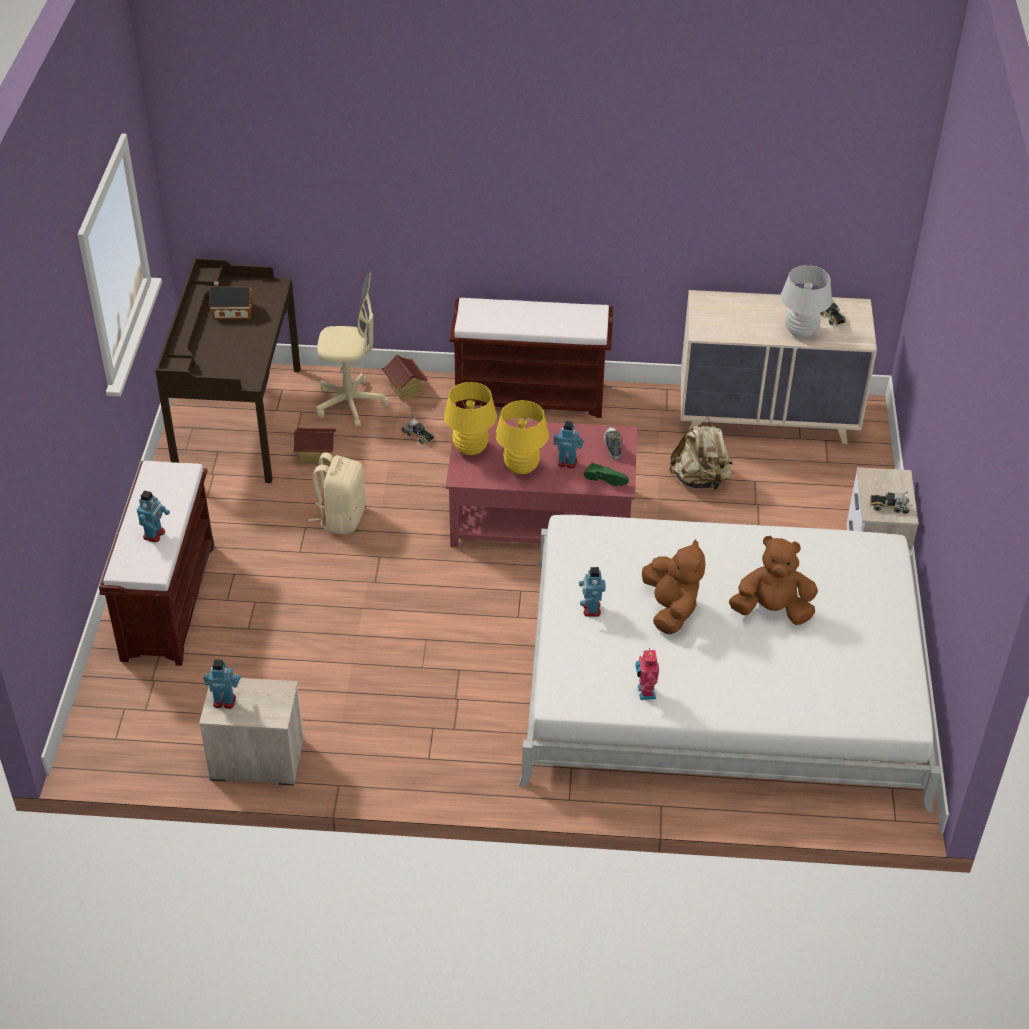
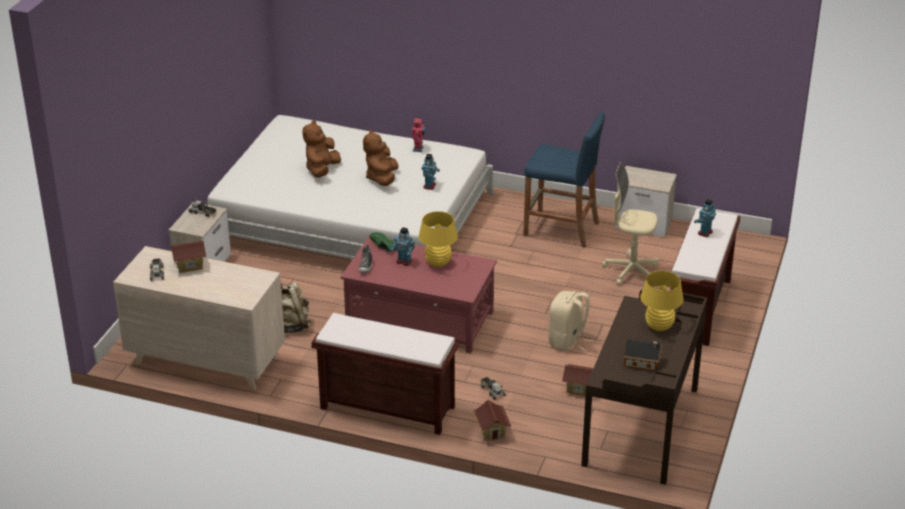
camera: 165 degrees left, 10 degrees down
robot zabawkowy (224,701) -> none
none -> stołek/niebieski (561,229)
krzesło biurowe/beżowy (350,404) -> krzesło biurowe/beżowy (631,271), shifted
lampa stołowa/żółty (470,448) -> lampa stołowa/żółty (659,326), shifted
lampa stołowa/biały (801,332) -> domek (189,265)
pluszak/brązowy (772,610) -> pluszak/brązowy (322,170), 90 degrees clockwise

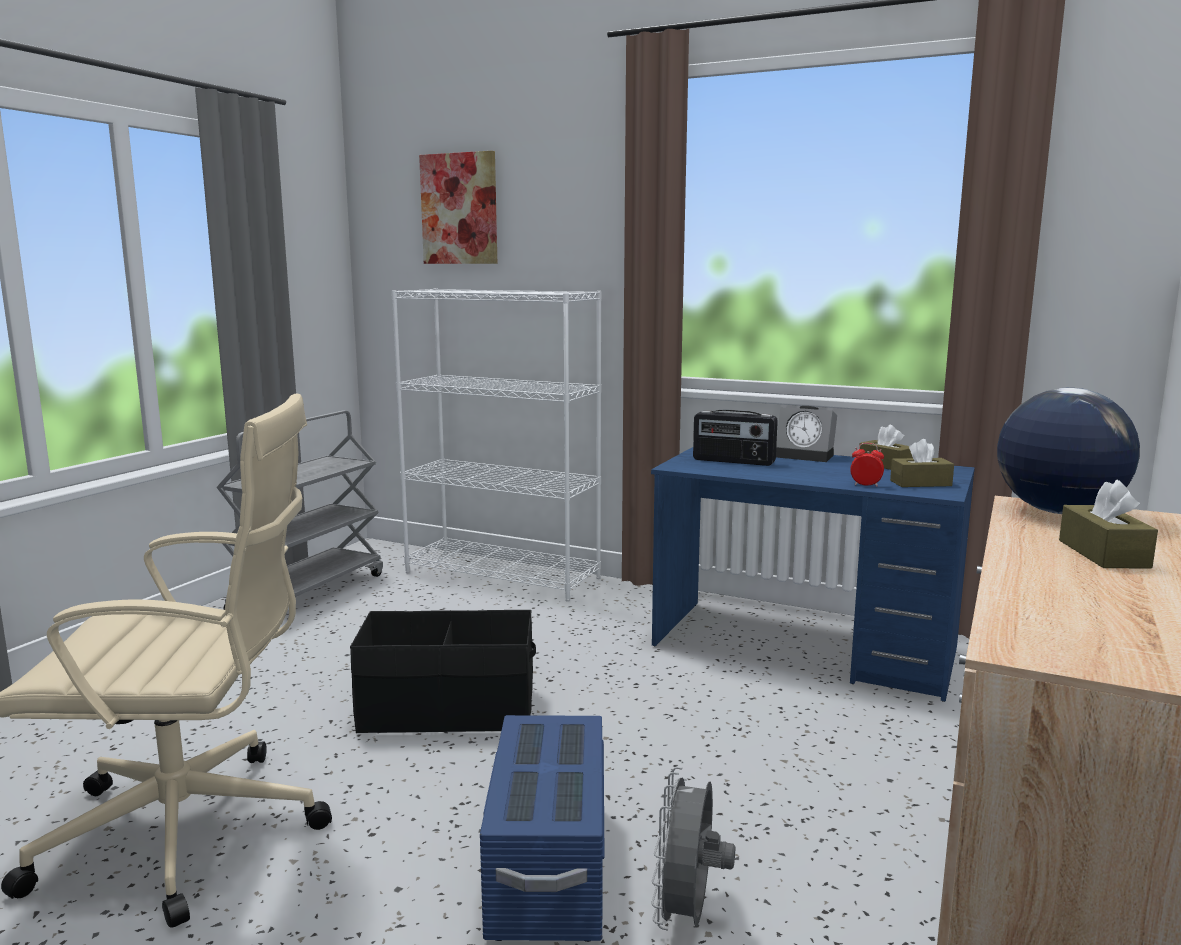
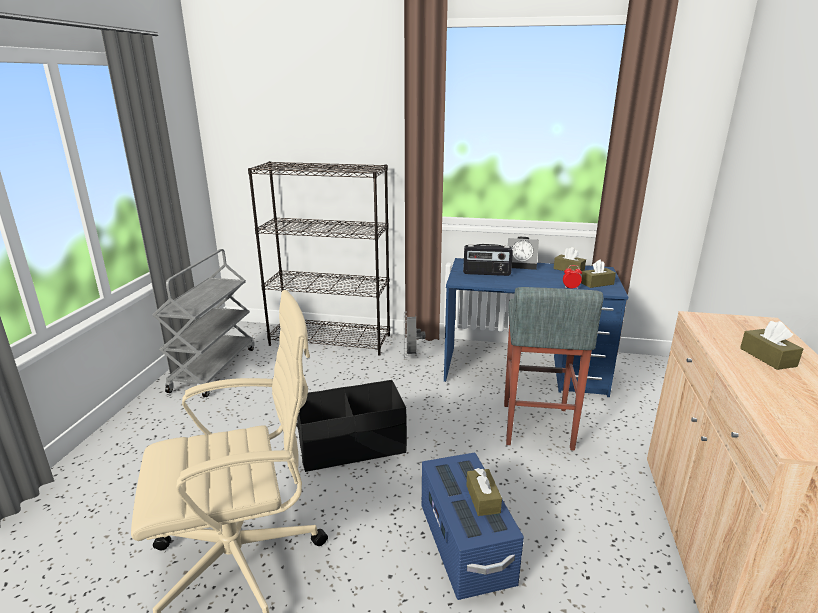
camera: 15 degrees left, 10 degrees up
obraz (459,209) -> none
globus (1057,512) -> none
none -> pudełko chusteczek/brązowy (483,499)
none -> stołek/szary (536,426)
wentylator/szary (688,916) -> wentylator/szary (411,356), shifted
regał/biały (503,575) -> regał/czarny (331,340)

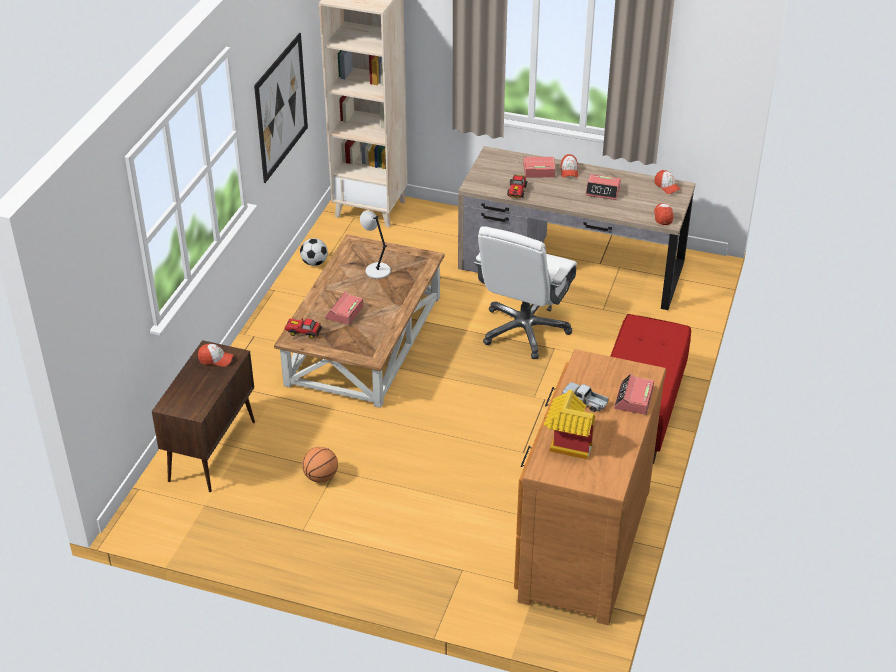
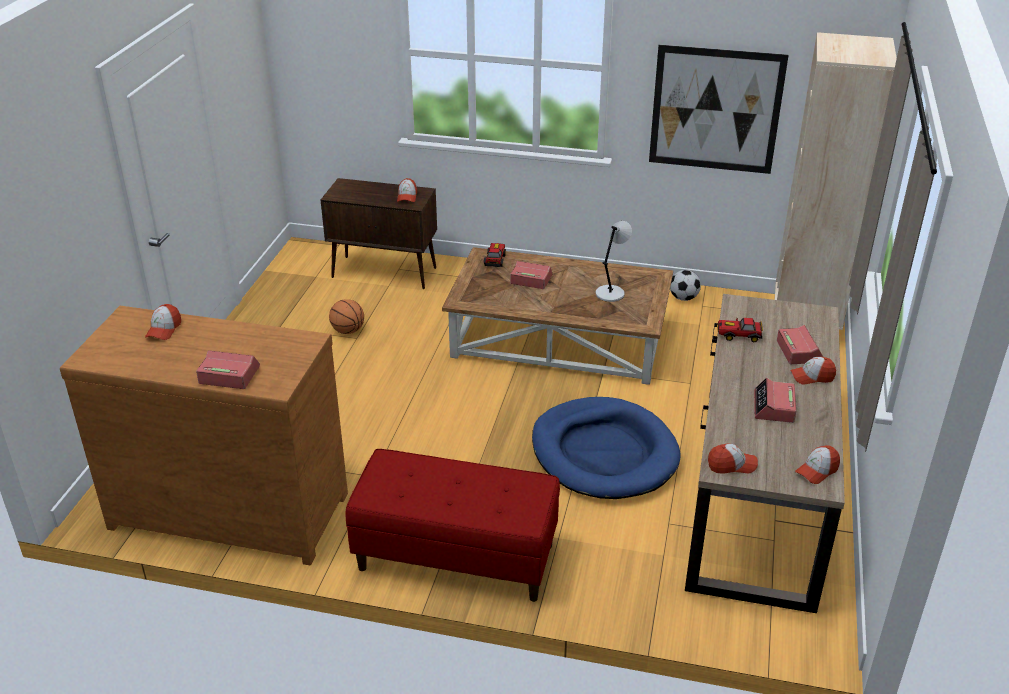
camera: 85 degrees right, 5 degrees down
ciężarówka zabawkowa (584,401) -> none
krzesło biurowe/biały (524,330) -> legowisko/niebieski (604,453)
domek (566,443) -> czapka z daszkiem (164,329)

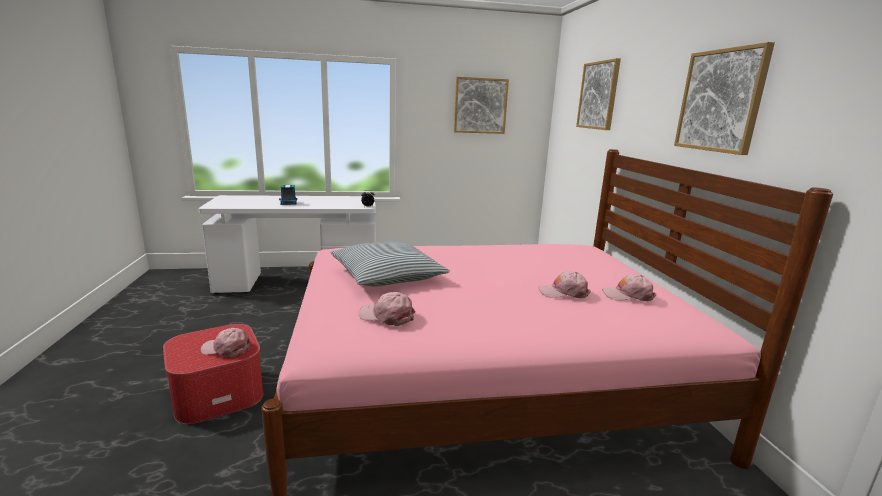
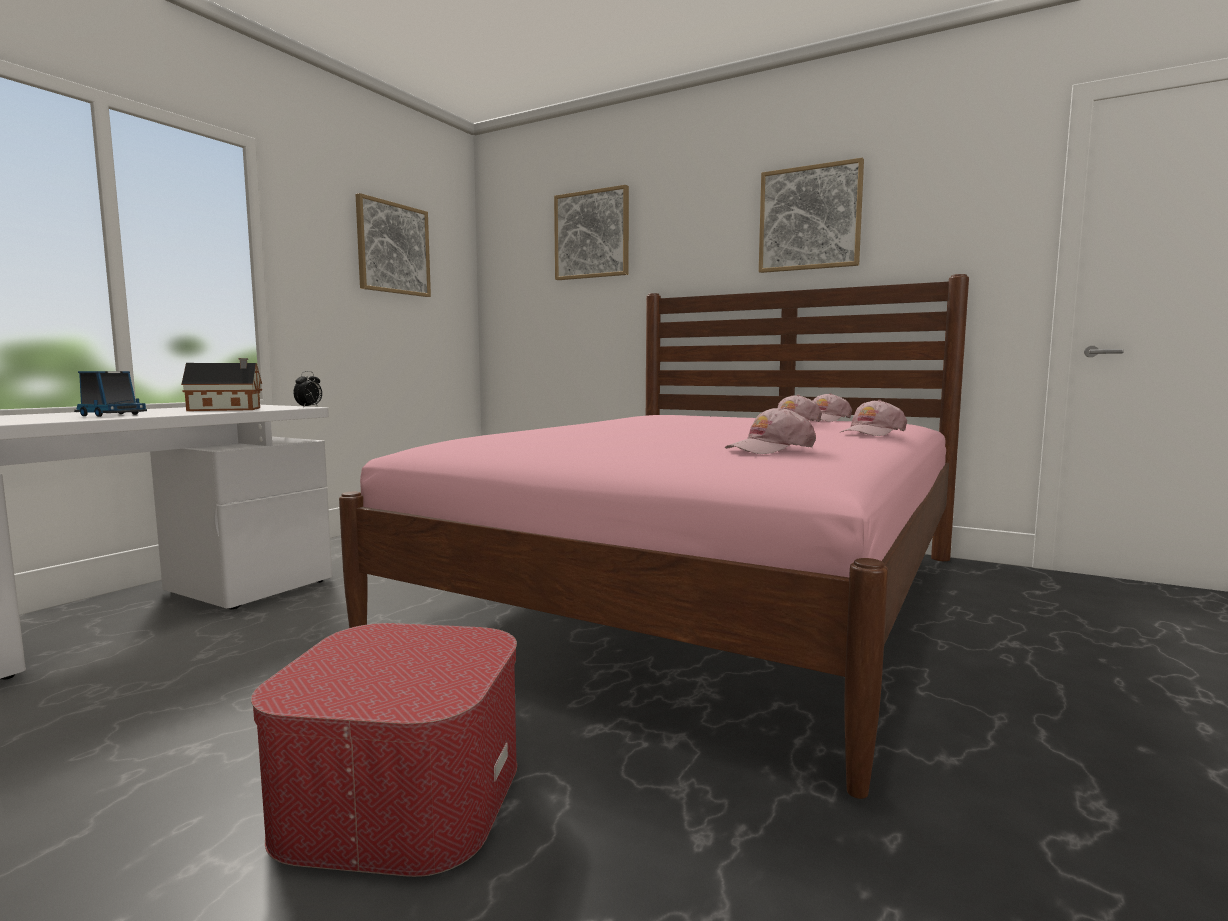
camera: 50 degrees left, 10 degrees down
poduszka (387,275) -> none
none -> domek (227,409)
czapka z daszkiem/różowy (226,348) -> czapka z daszkiem/różowy (872,433), shifted

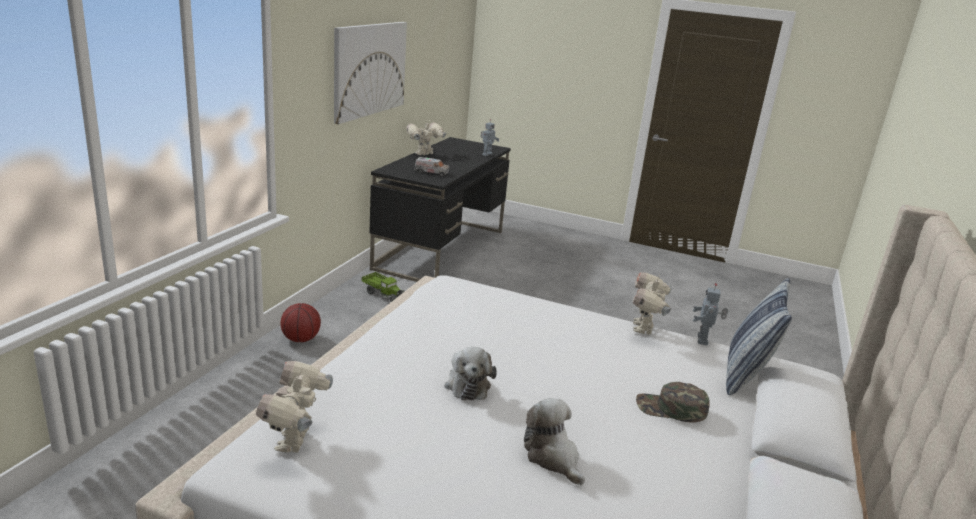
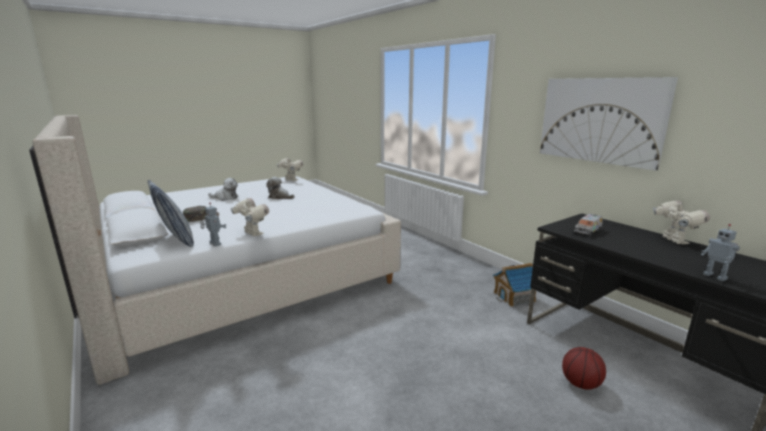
camera: 125 degrees right, 5 degrees down
piłka do koszykówki (301,339) -> piłka do koszykówki (581,384), shifted
ciężarówka zabawkowa (384,295) -> domek (514,297)

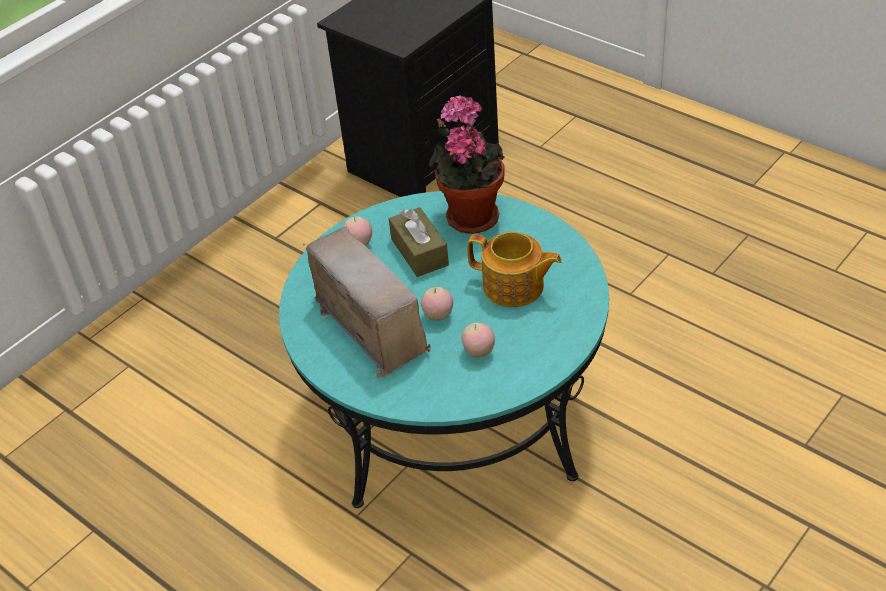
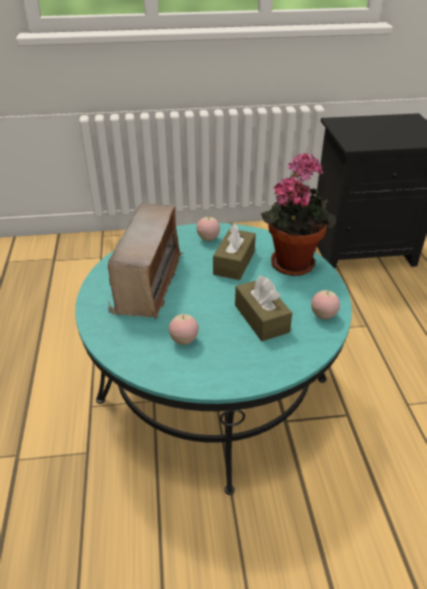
camera: 40 degrees right, 5 degrees down
jabłko (438,316) -> jabłko (323,316), shifted
imbryk (514,287) -> pudełko chusteczek/brązowy (261,318)

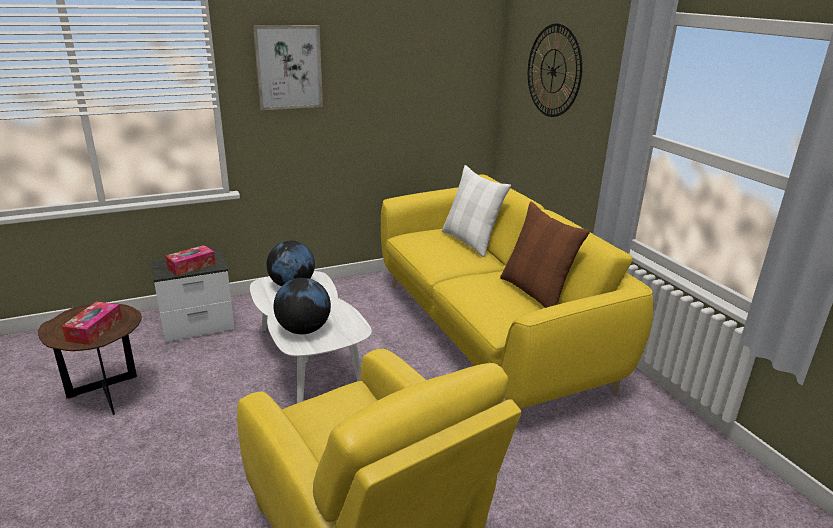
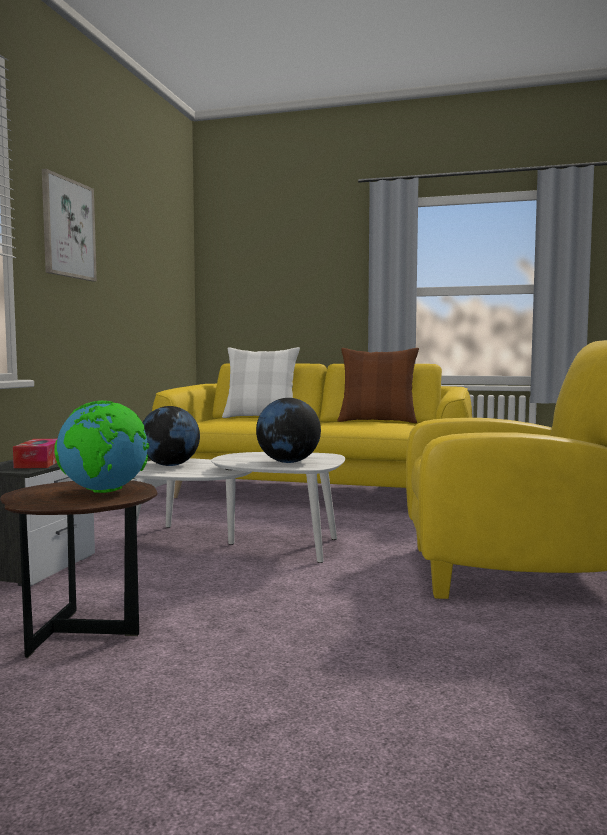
camera: 50 degrees left, 20 degrees down
zegar ścienny (553,71) -> none
pudełko chusteczek (94,329) -> globus (104,492)

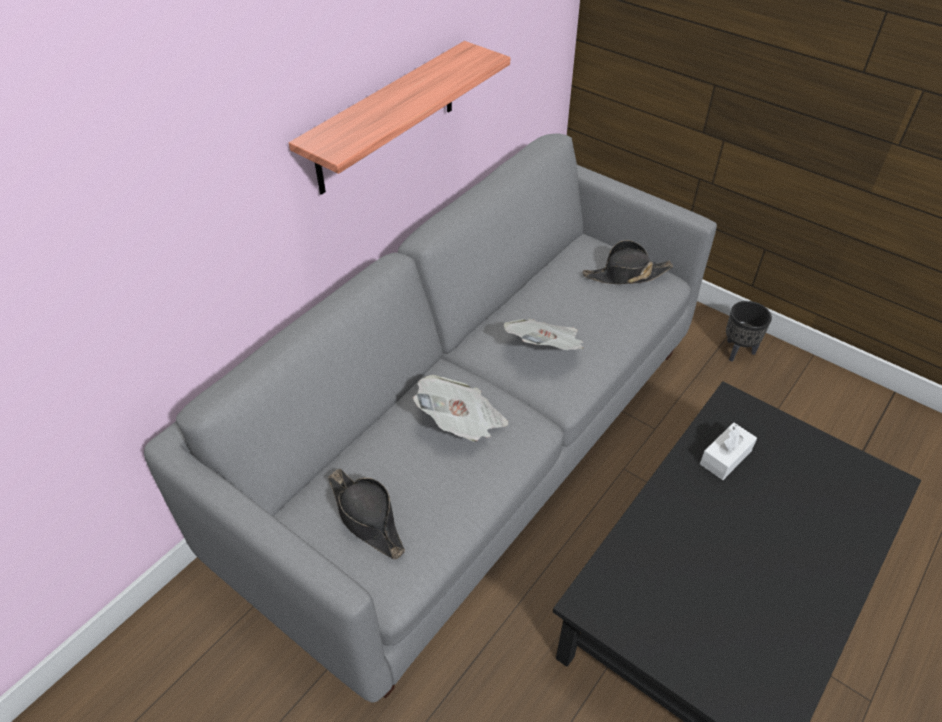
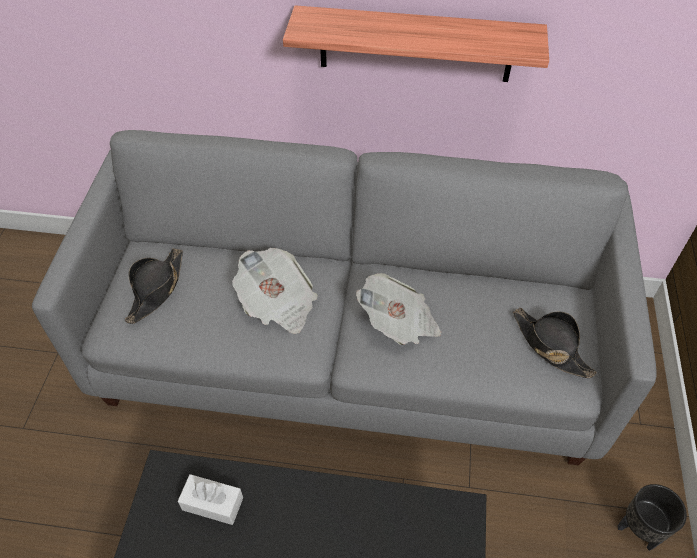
camera: 60 degrees right, 5 degrees up
pudełko chusteczek/biały (725,457) -> pudełko chusteczek/biały (212,503), shifted

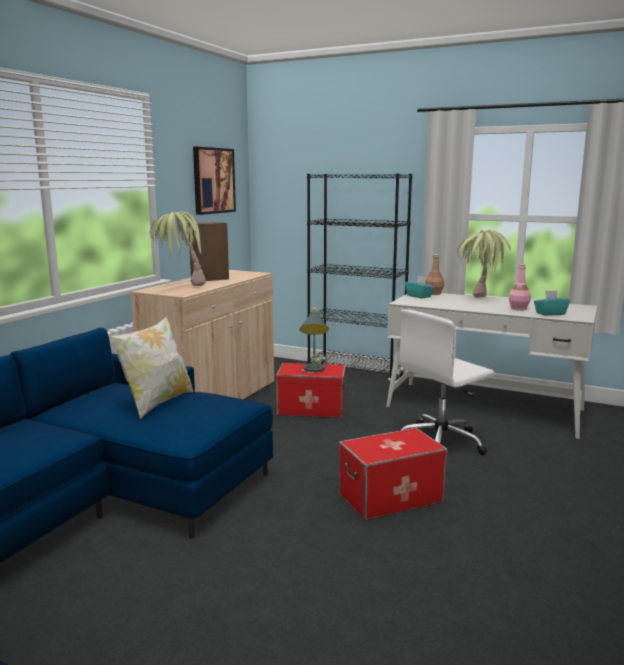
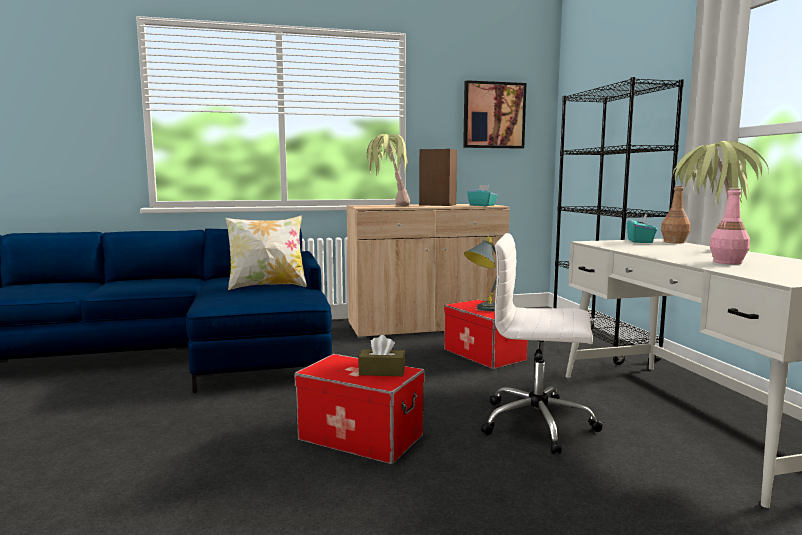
camera: 50 degrees right, 5 degrees down
none -> pudełko chusteczek/brązowy (382,371)
pudełko chusteczek/turkusowy (550,313) -> pudełko chusteczek/turkusowy (482,205), shifted

